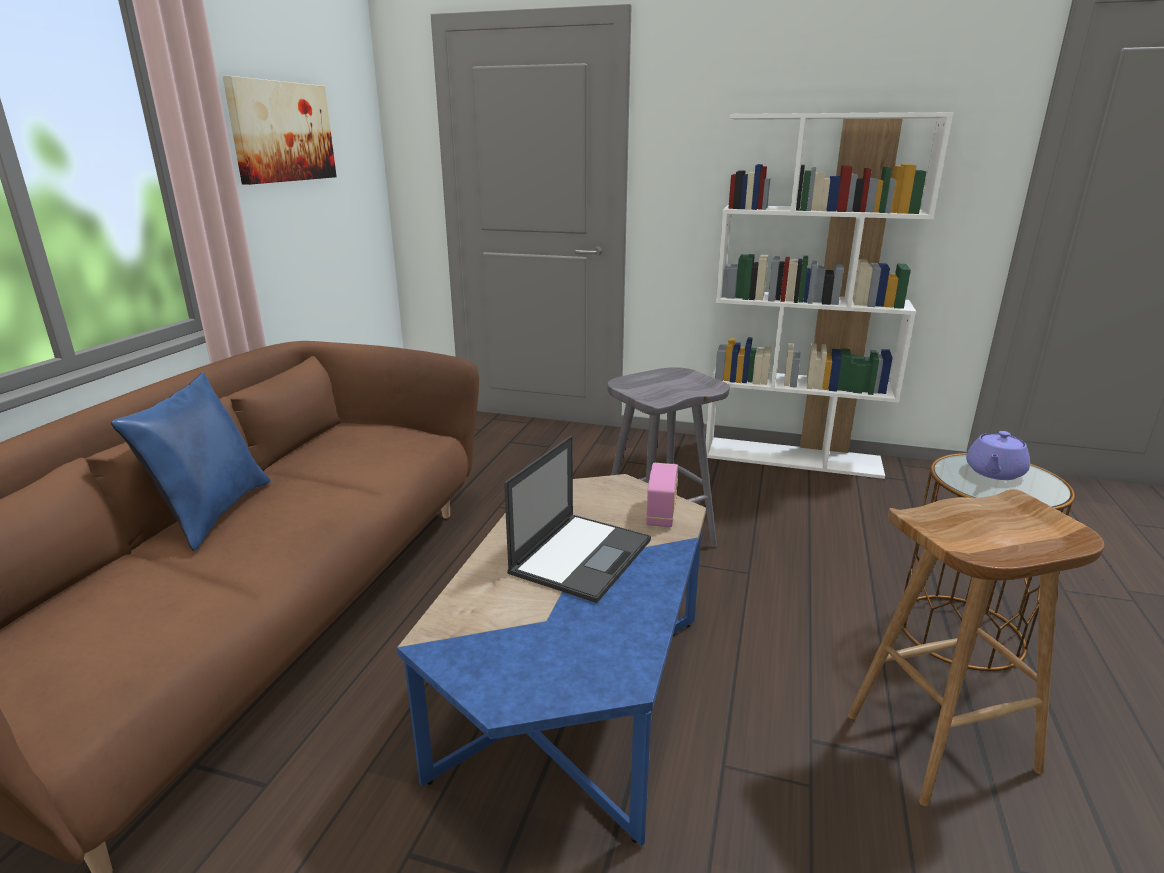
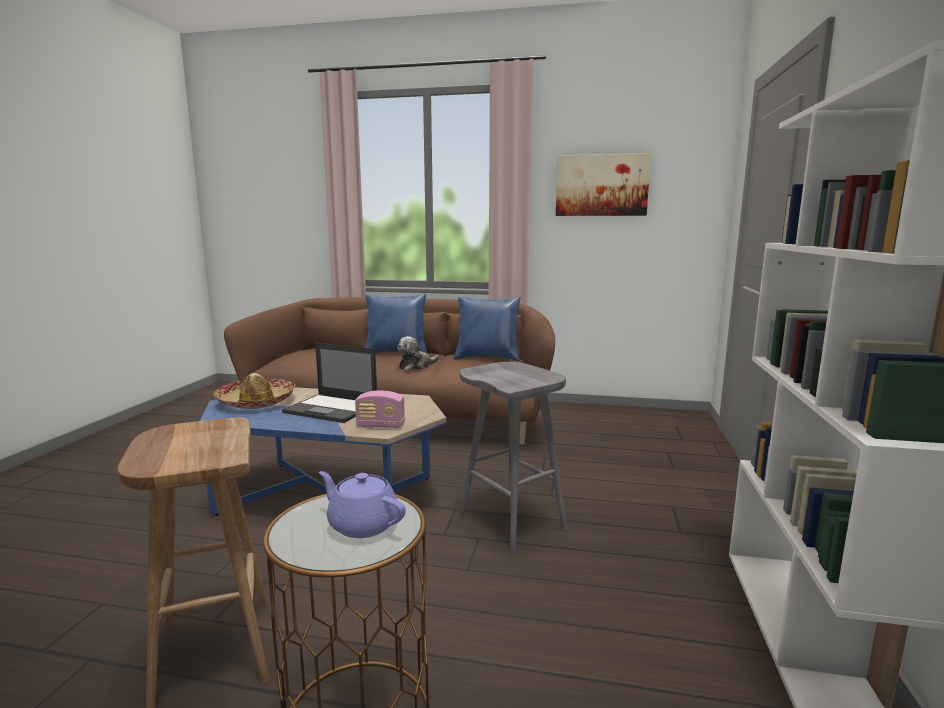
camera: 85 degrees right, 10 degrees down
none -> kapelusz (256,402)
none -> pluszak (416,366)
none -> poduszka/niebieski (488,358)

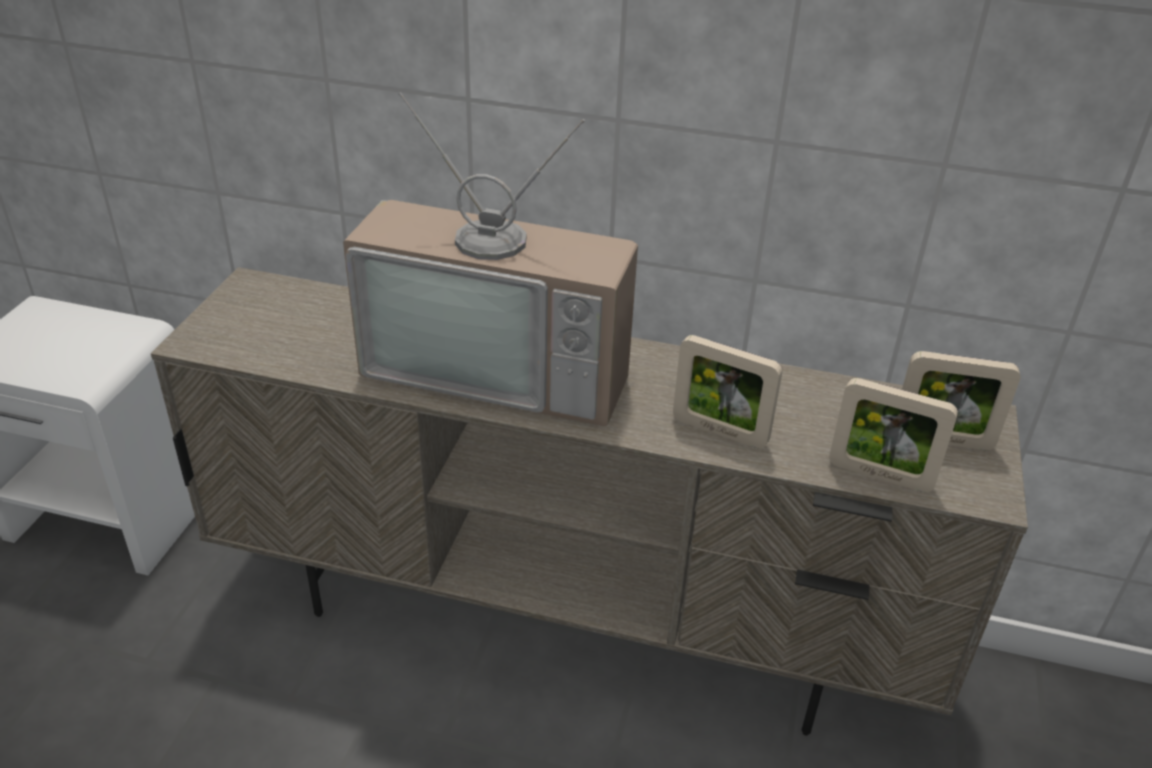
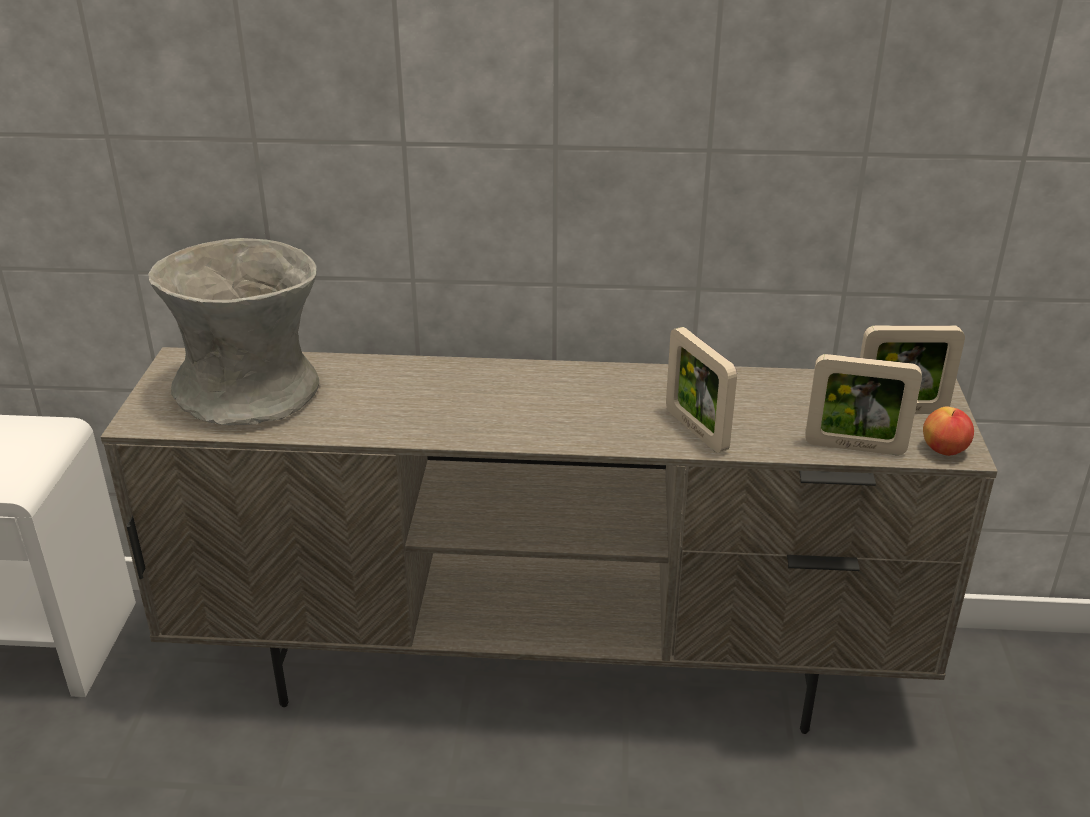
camera: 10 degrees left, 5 degrees down
telewizor (502,366) -> none
none -> wazon/szary (251,389)
none -> jabłko (944,450)
ramka na zdjęcie (719,431) -> ramka na zdjęcie (696,430), 45 degrees clockwise

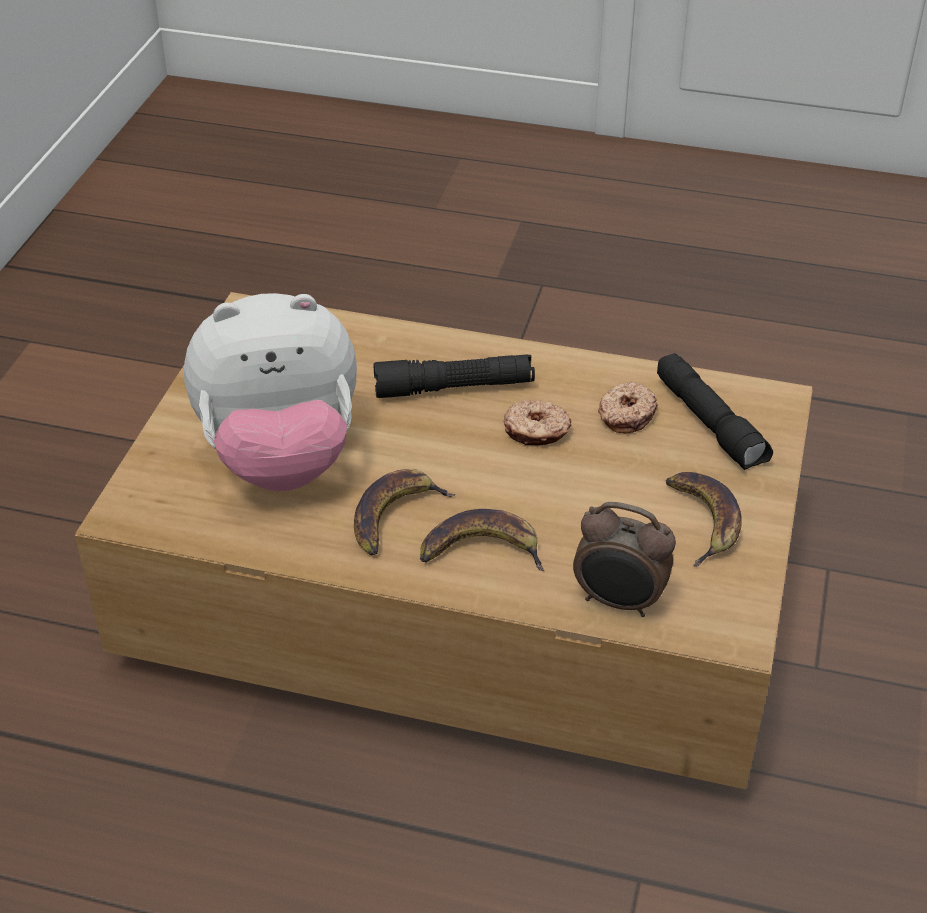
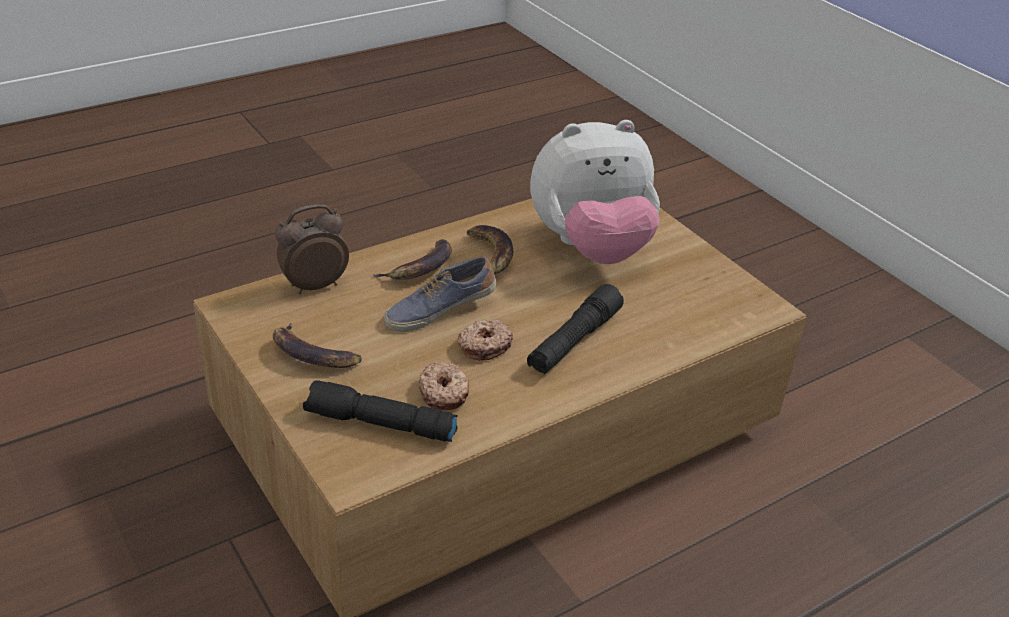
camera: 130 degrees right, 5 degrees down
none -> but (439,310)
pluszak (281,458) -> pluszak (591,248), 135 degrees counterclockwise

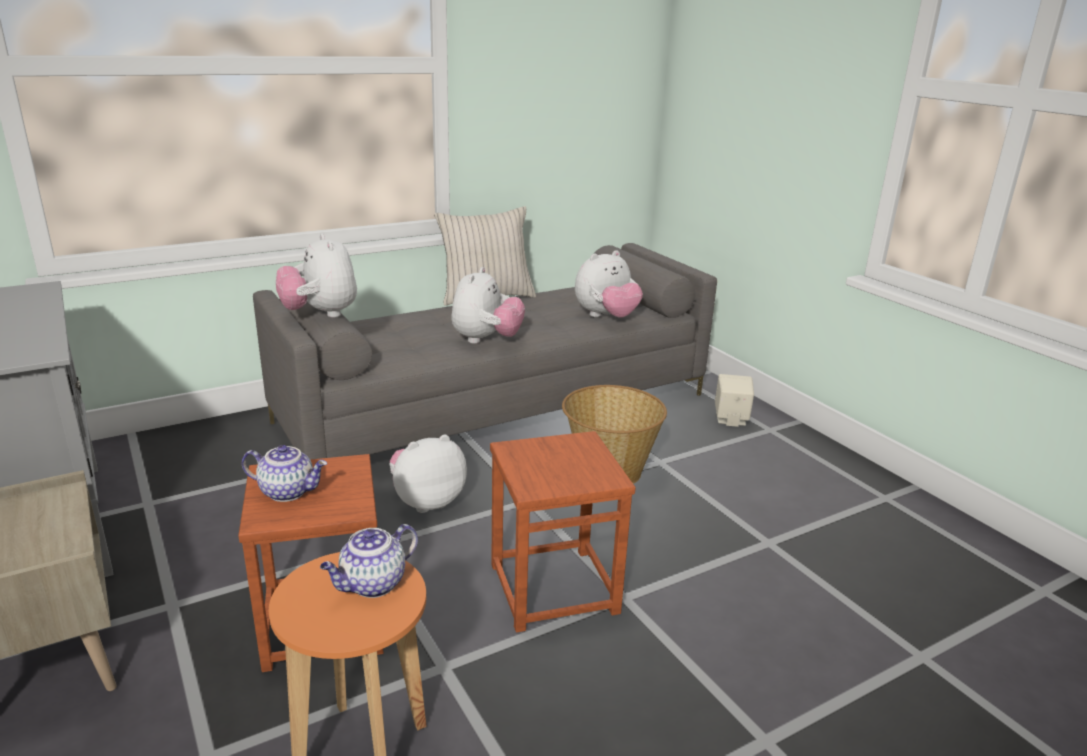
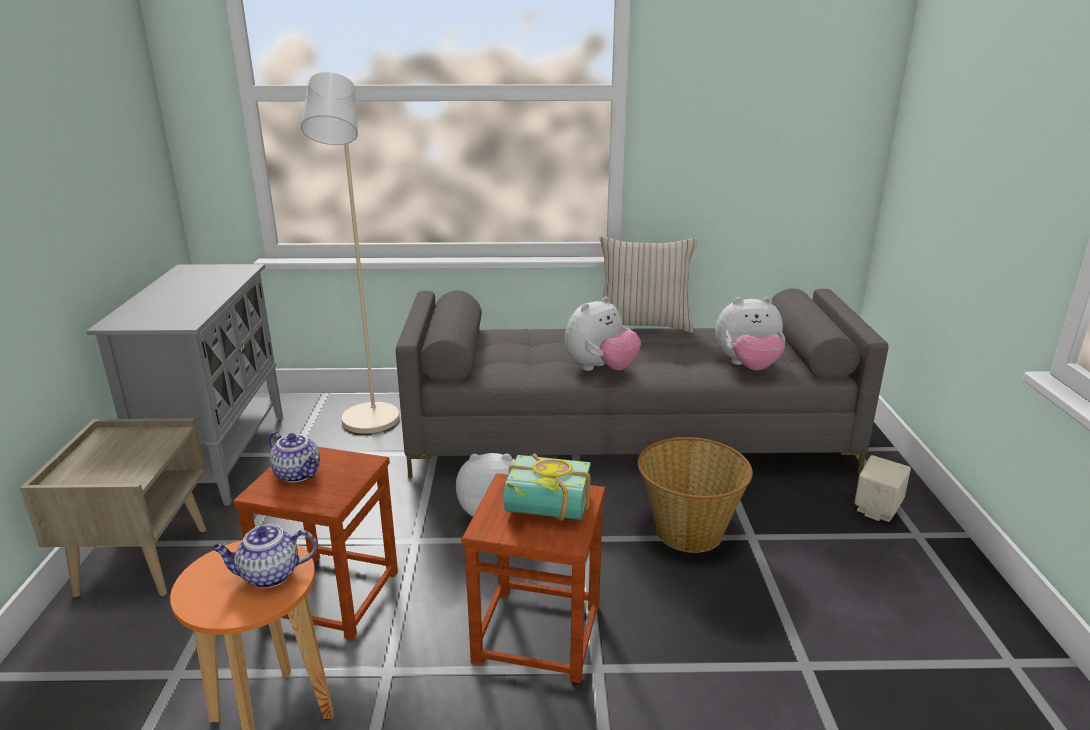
camera: 30 degrees right, 0 degrees up
pluszak (320,314) -> none
none -> lampa stojąca/beżowy (368,425)
none -> książka (545,512)

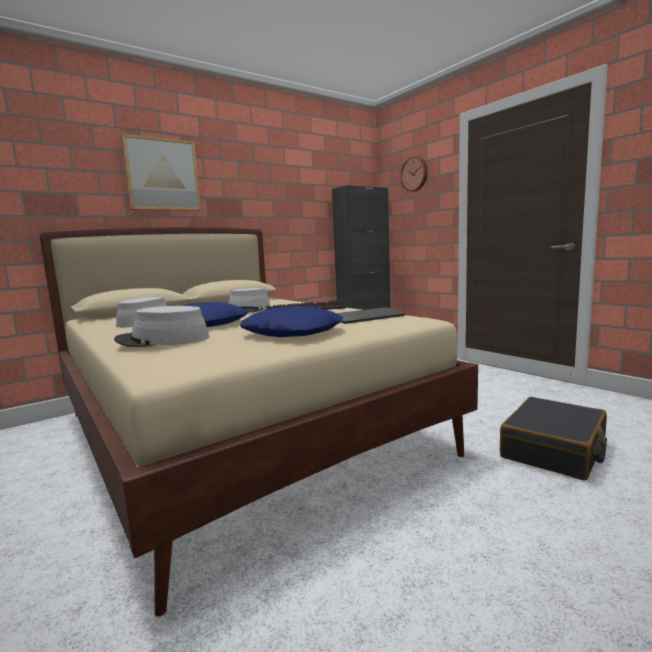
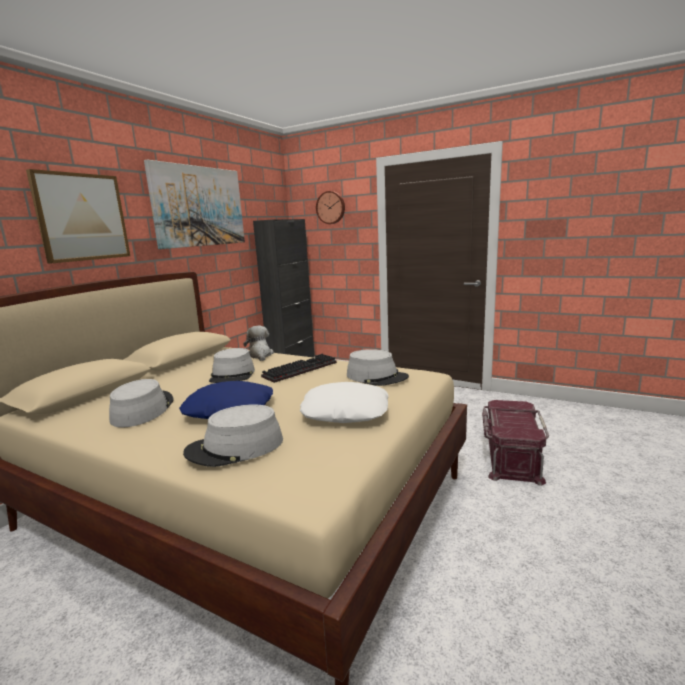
camera: 25 degrees left, 5 degrees up
none -> obraz (199,206)
none -> pluszak (260,355)
klawiatura (366,317) -> kapelusz/szary (377,376)
walizka/czarny (554,450) -> pojemnik do przechowywania/czerwony (510,457)
poduszka/niebieski (293,333) -> poduszka/biały (345,411)

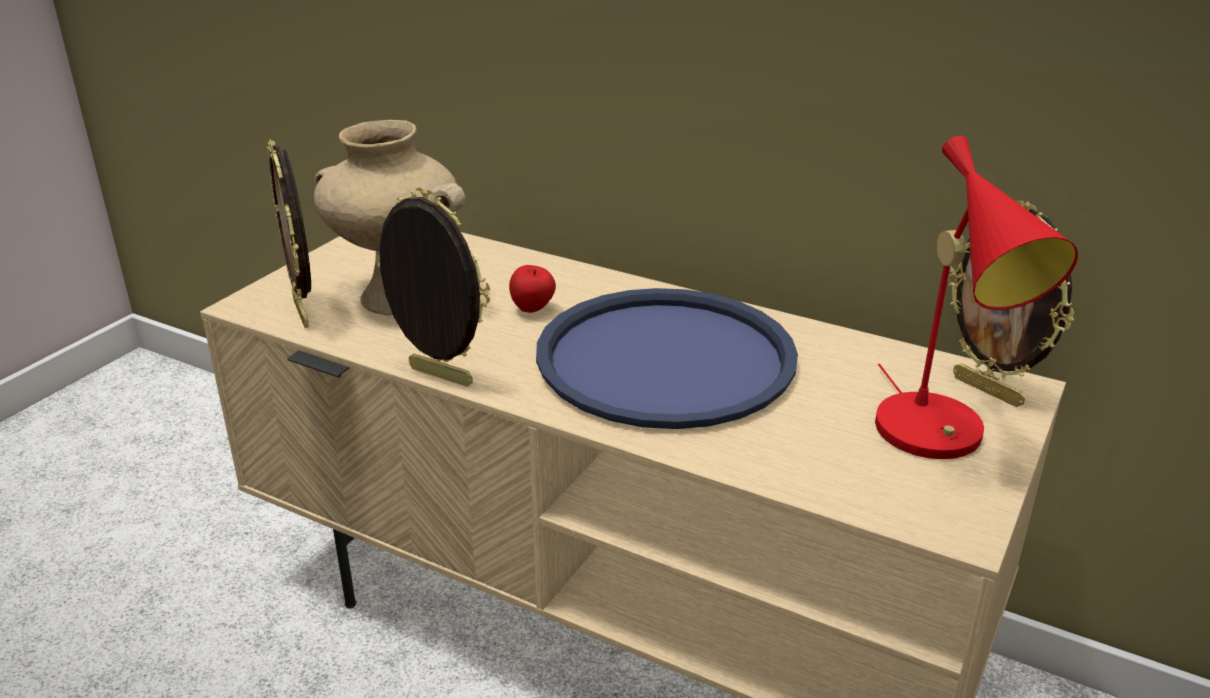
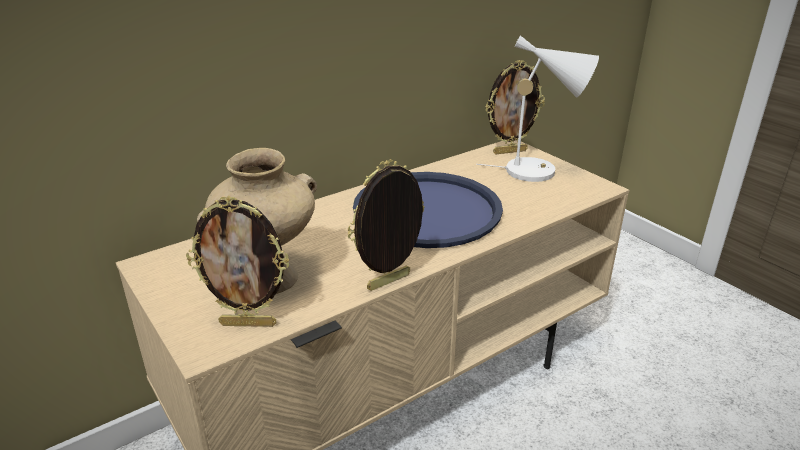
camera: 65 degrees left, 0 degrees up
jabłko (533,310) -> none
lampa stołowa/czerwony (940,438) -> lampa stołowa/biały (538,171)

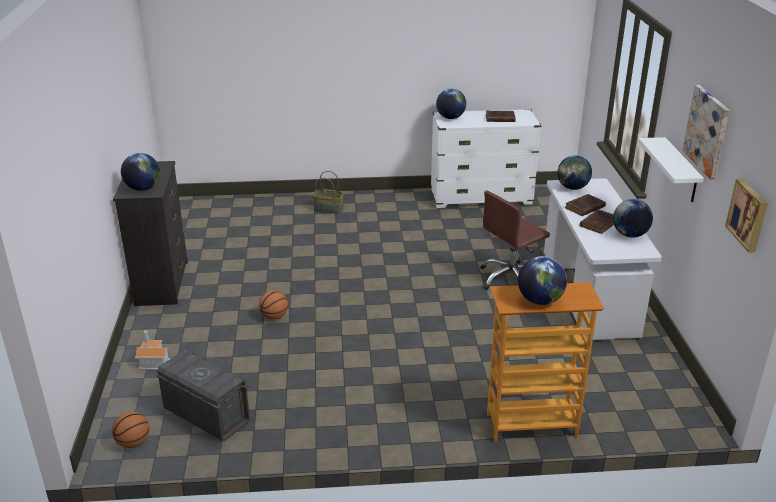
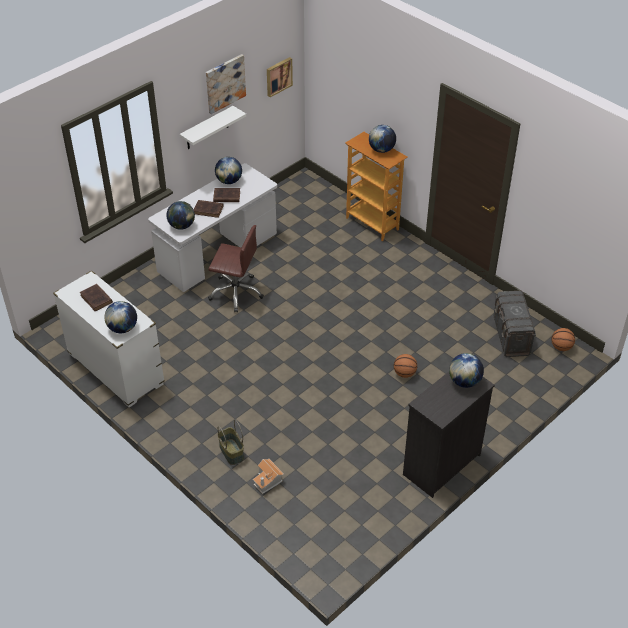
camera: 130 degrees left, 15 degrees up
domek (153,360) -> domek (268,481), shifted

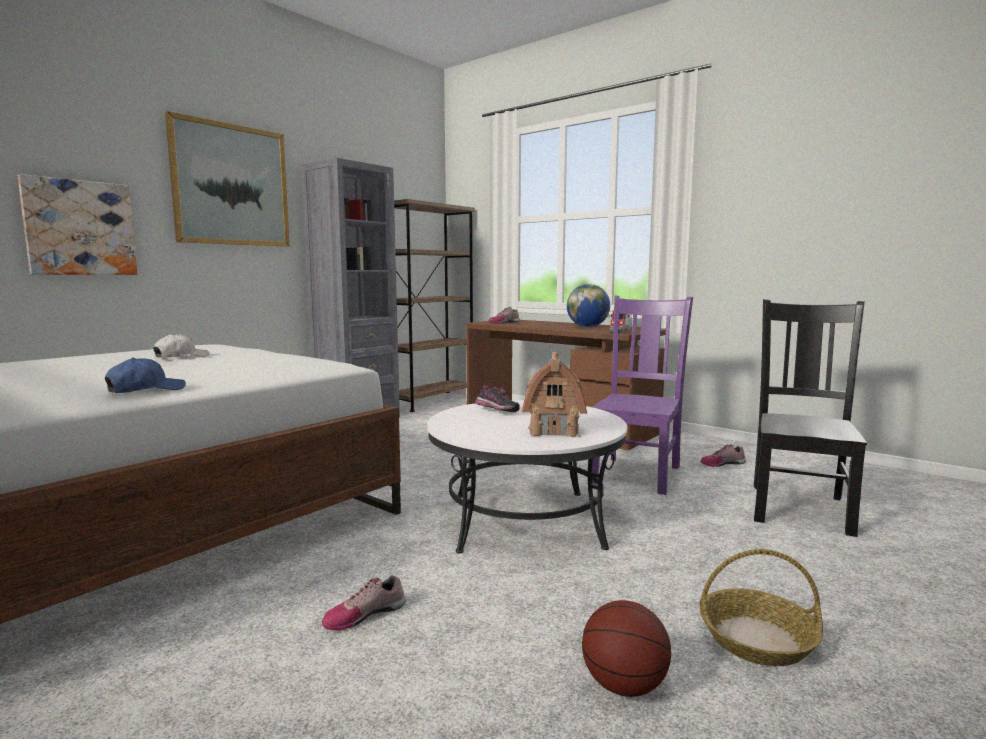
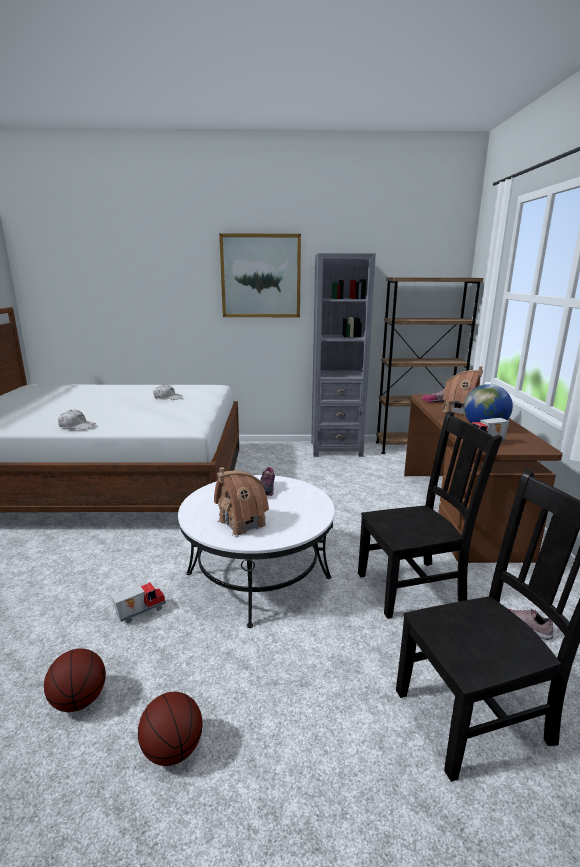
camera: 50 degrees right, 10 degrees up
obraz (80,228) -> none
but (364,614) -> none
none -> ciężarówka zabawkowa (140,612)
none -> domek (459,410)
koszyk (756,639) -> piłka do koszykówki (173,750)
czapka z daszkiem/niebieski (146,390) -> czapka z daszkiem/biały (77,426)
krzesło/fioletowy (637,473) -> krzesło/czarny (413,587)

